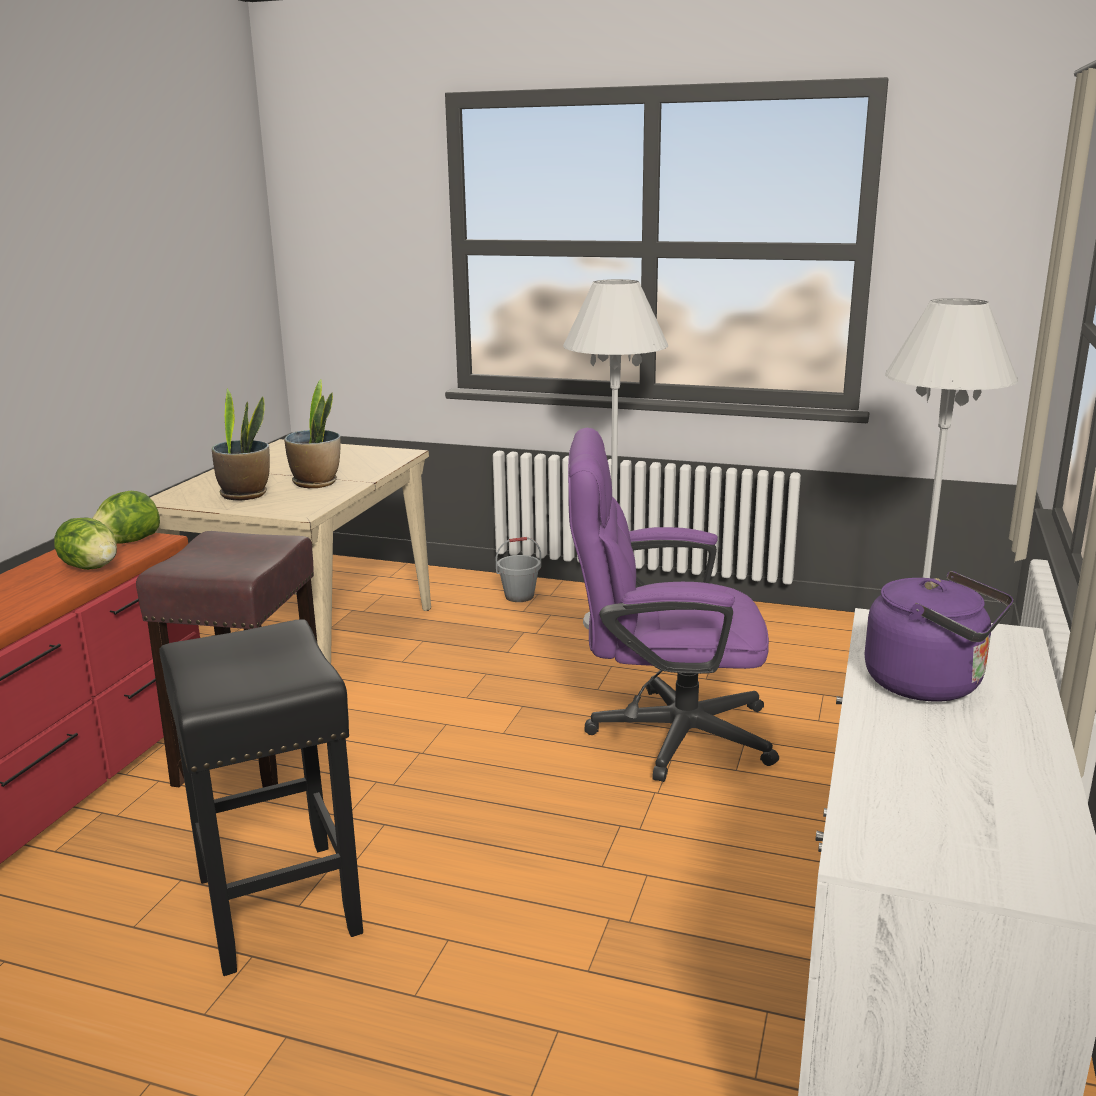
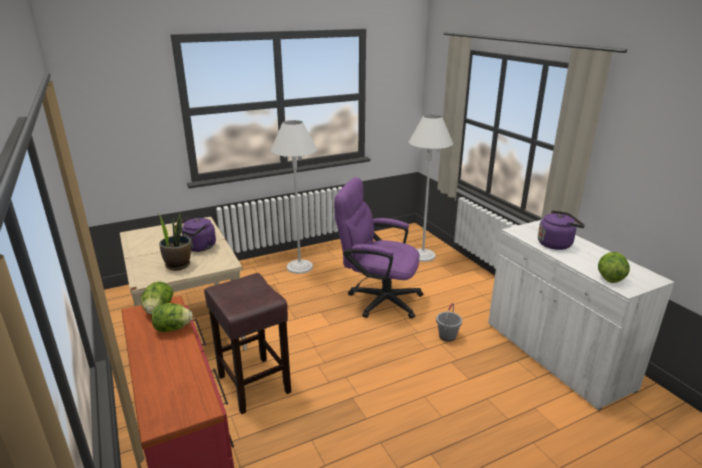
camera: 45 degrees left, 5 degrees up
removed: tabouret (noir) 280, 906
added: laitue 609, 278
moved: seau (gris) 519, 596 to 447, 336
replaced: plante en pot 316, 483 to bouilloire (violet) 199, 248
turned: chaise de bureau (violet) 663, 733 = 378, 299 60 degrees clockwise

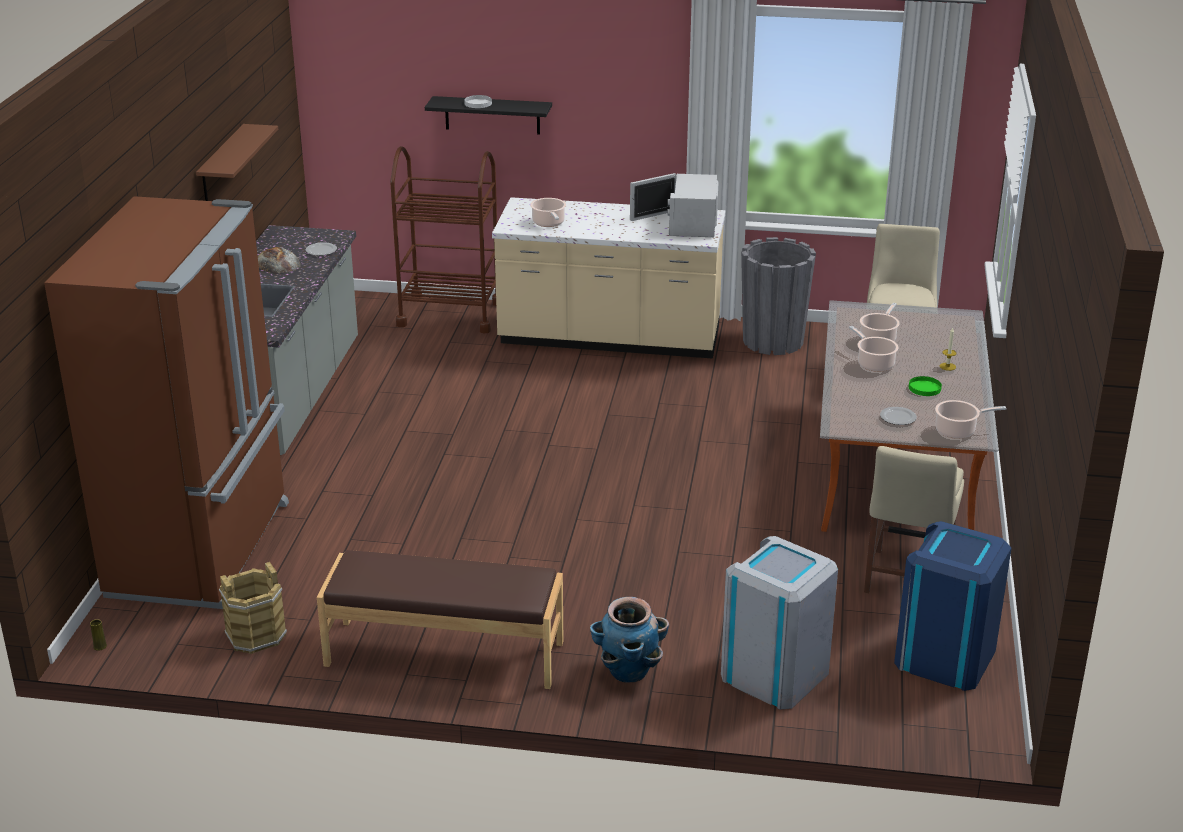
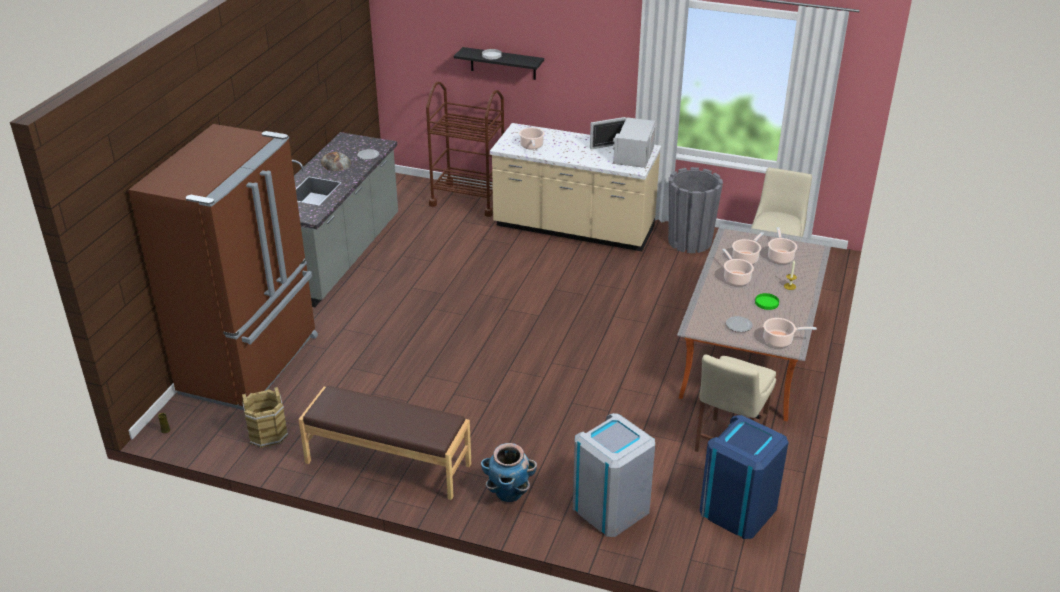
camera: 10 degrees right, 5 degrees up
removed: étagère (marron) 222, 164
added: marmite 780, 257

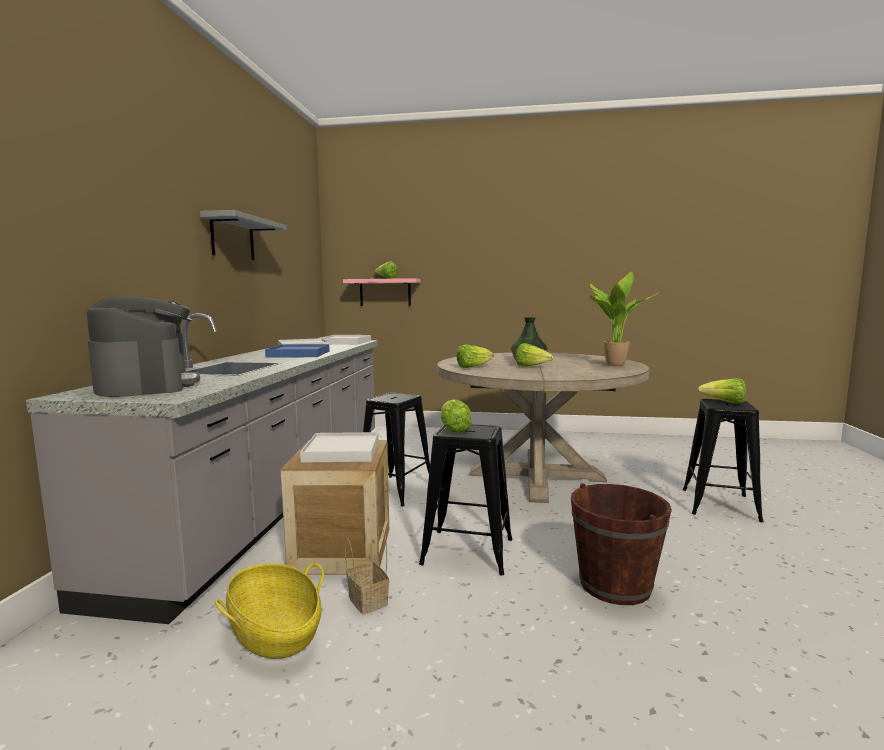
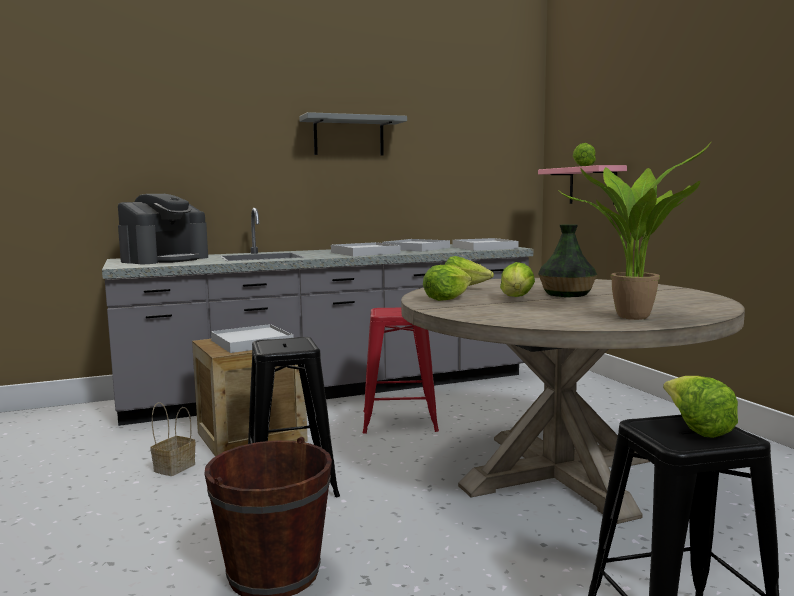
camera: 60 degrees right, 0 degrees up
removed: panier 275, 633
moved: laitue 454, 430 to 446, 299
recoloured: plateau (bleu) 298, 354 to plateau (blanc) 365, 253; tabouret (noir) 396, 490 to tabouret (rouge) 399, 421

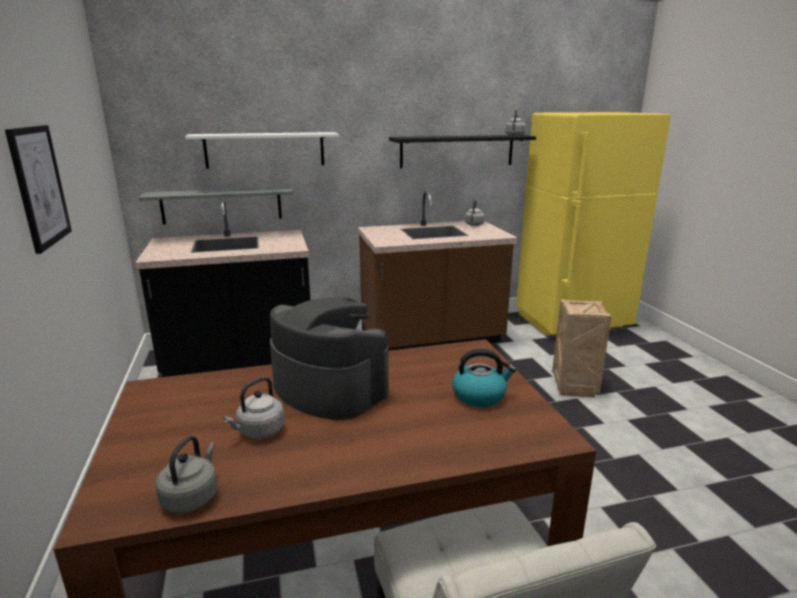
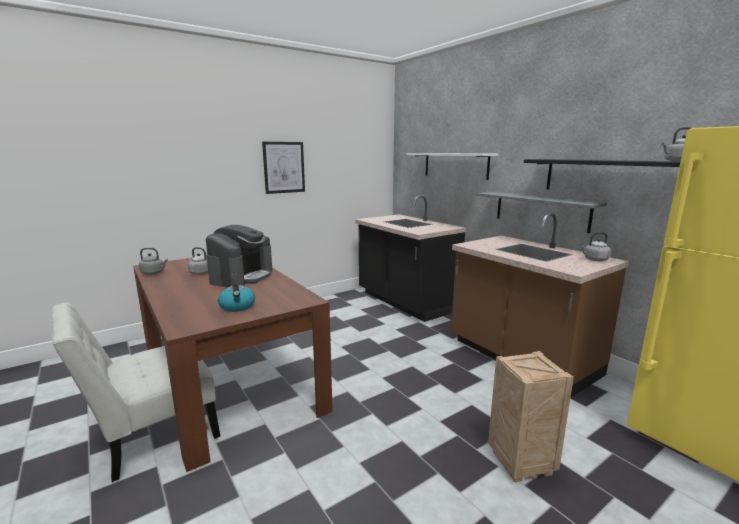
camera: 70 degrees right, 5 degrees down
moved: étagère (gris) 222, 205 to 540, 210

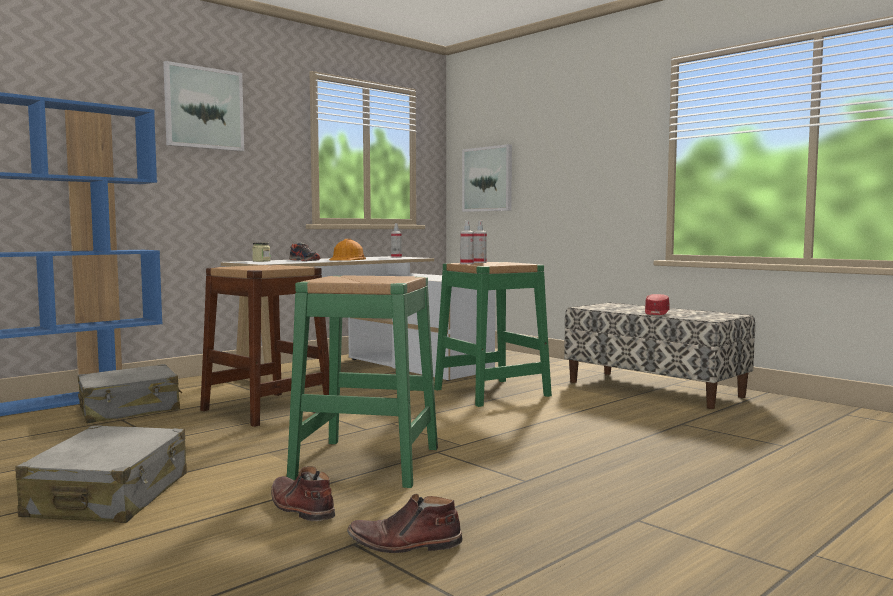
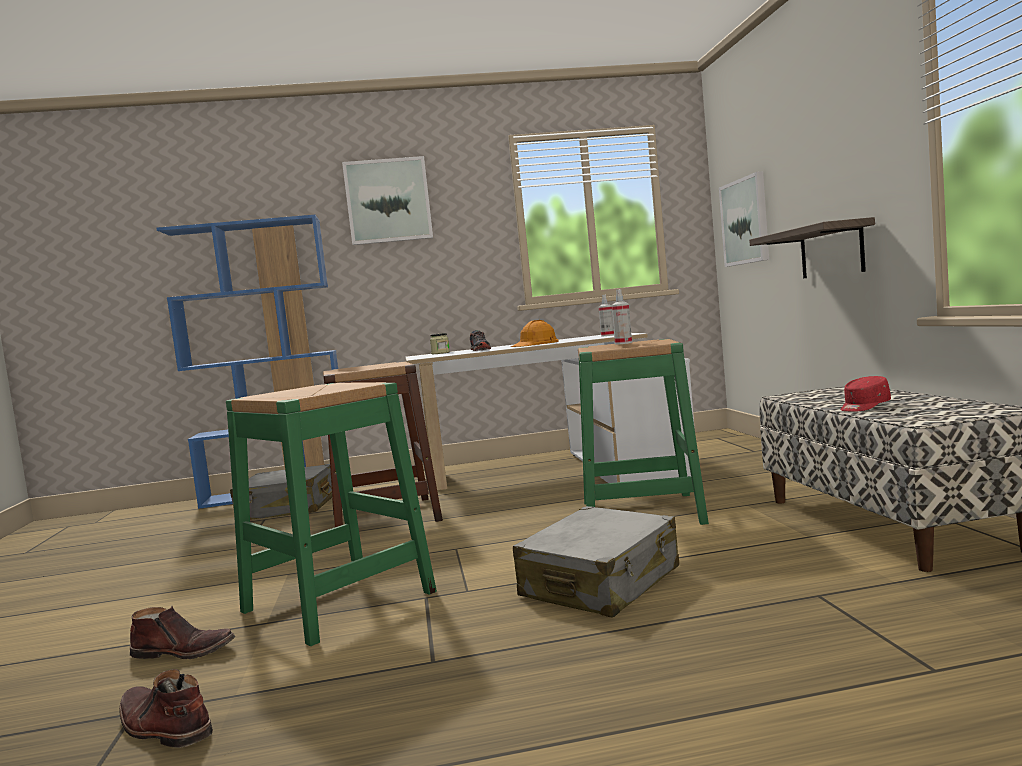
camera: 35 degrees right, 0 degrees up
removed: vaporisateur 467, 263
added: étagère 831, 251
moved: valise (gris) 109, 496 to 601, 583
turned: botte (marron) 300, 507 = 184, 651 105 degrees clockwise

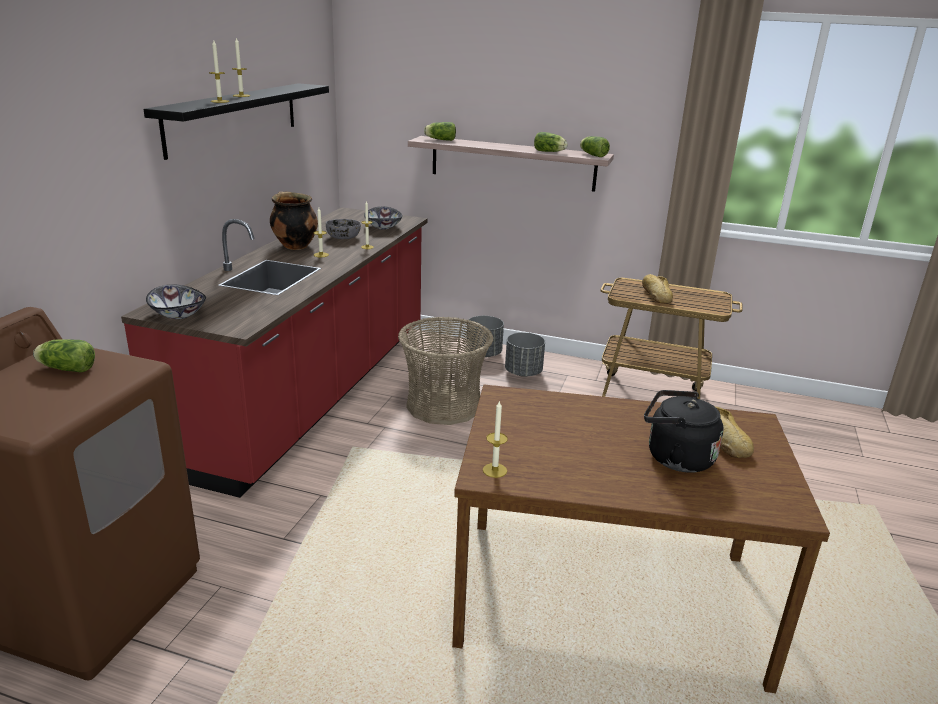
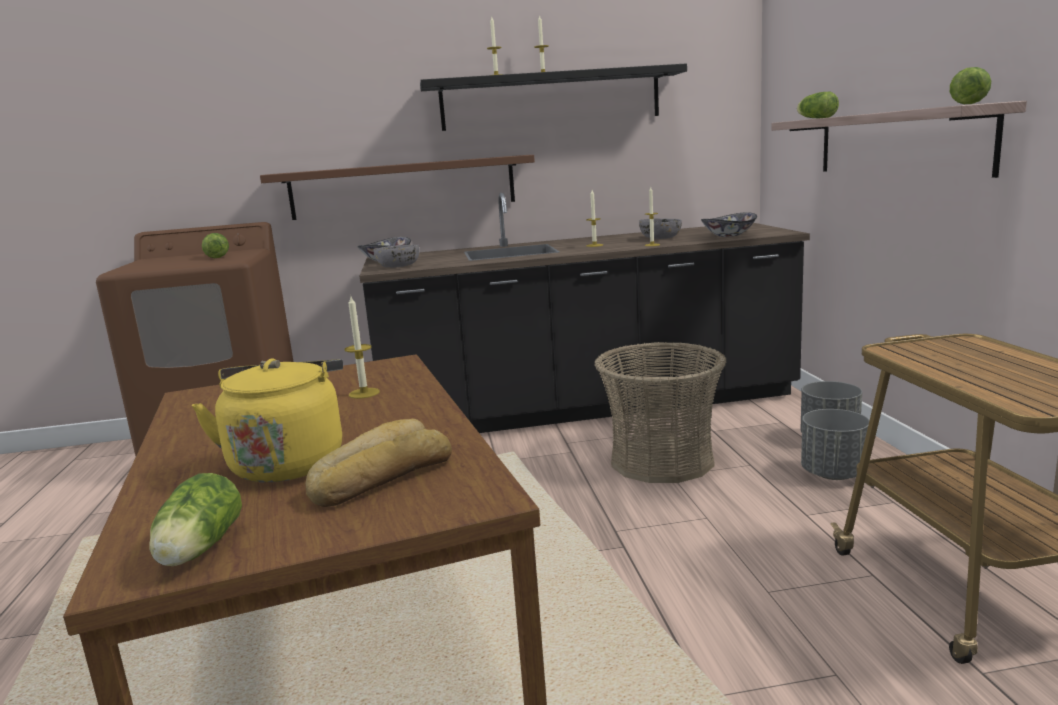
camera: 65 degrees right, 10 degrees down
removed: marmite 294, 246; pain 656, 294
added: étagère (marron) 403, 187; bol (gris) 398, 266
moved: bougie 494, 470 to 364, 393; laitue 550, 152 to 197, 551
recoloured: comptoir de cuisine (rouge) 313, 392 to comptoir de cuisine (noir) 587, 406; bouilloire (noir) 675, 458 to bouilloire (jaune) 288, 462

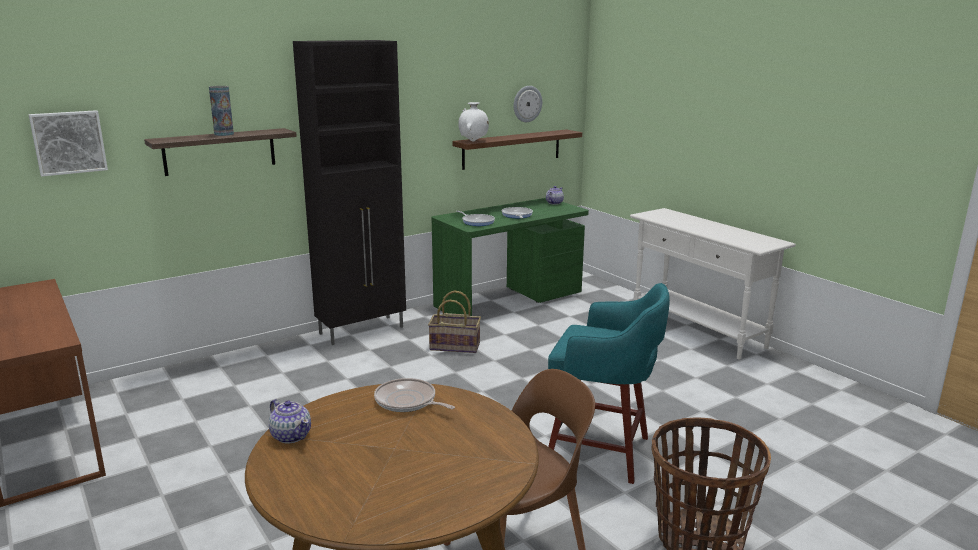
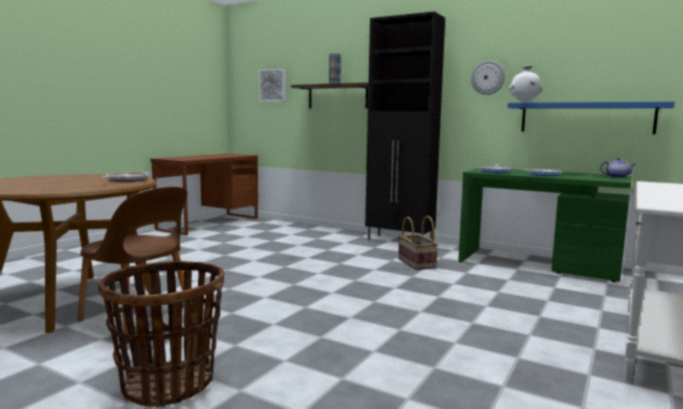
camera: 65 degrees right, 10 degrees down
removed: théière 291, 436; tabouret (turquoise) 601, 452
moved: horloge murale 527, 104 to 488, 77
recoloured: étagère (marron) 512, 149 to étagère (bleu) 585, 118

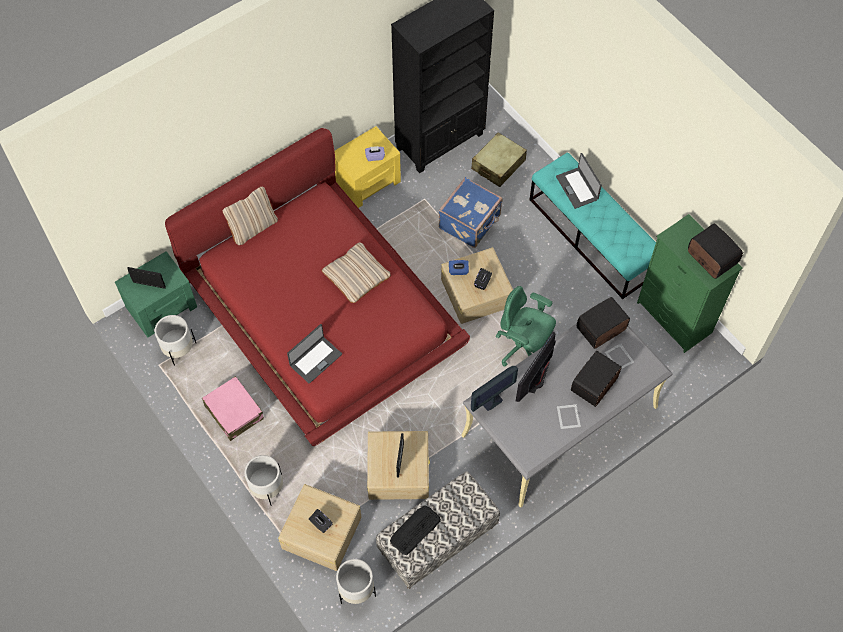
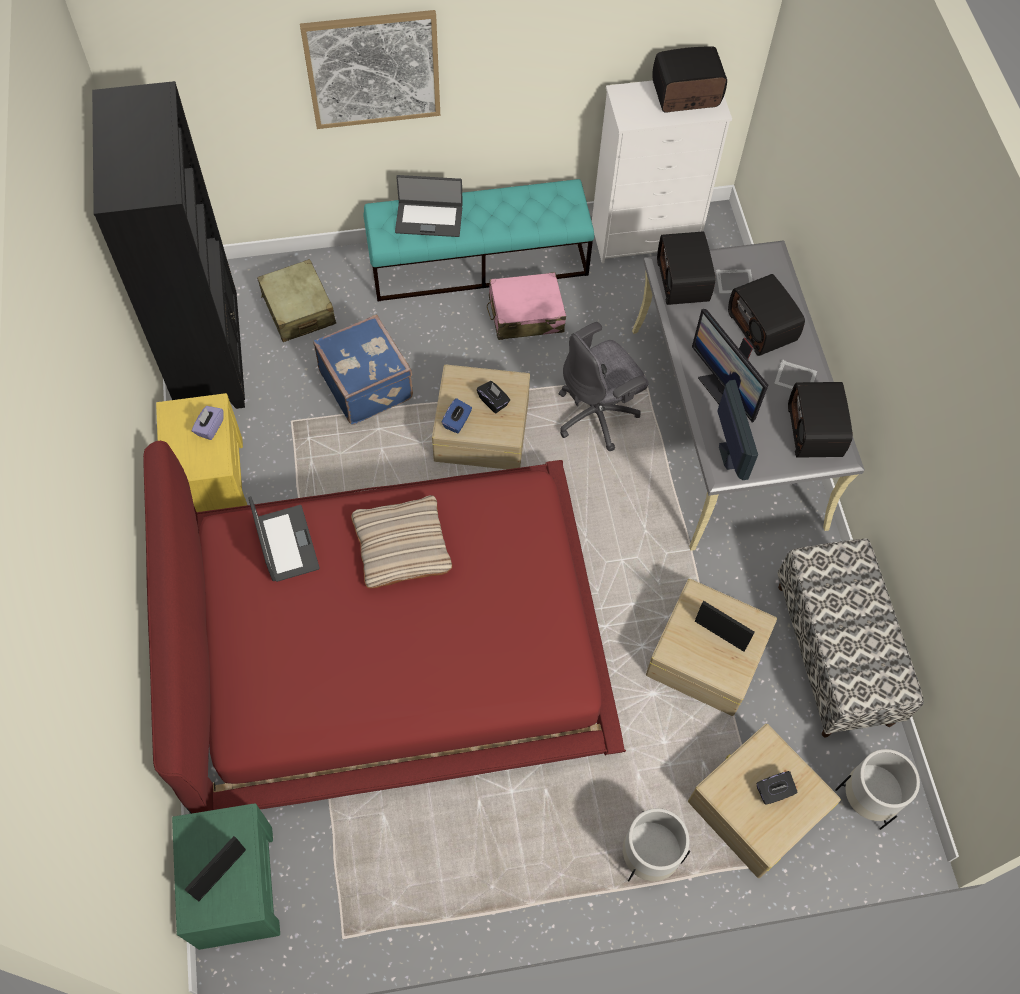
camera: 65 degrees left, 0 degrees up
removed: cache-pot (blanc) 178, 349; coussin (beige) 252, 227; clavier 415, 530
added: tableau 373, 69; radio 815, 431
moved: valise (rose) 234, 412 to 525, 314; ordinateur portable 315, 359 to 286, 544
recoloured: chaise de bureau (vert) 523, 348 to chaise de bureau (gris) 597, 415; commode (vert) 674, 318 to commode (blanc) 645, 237

